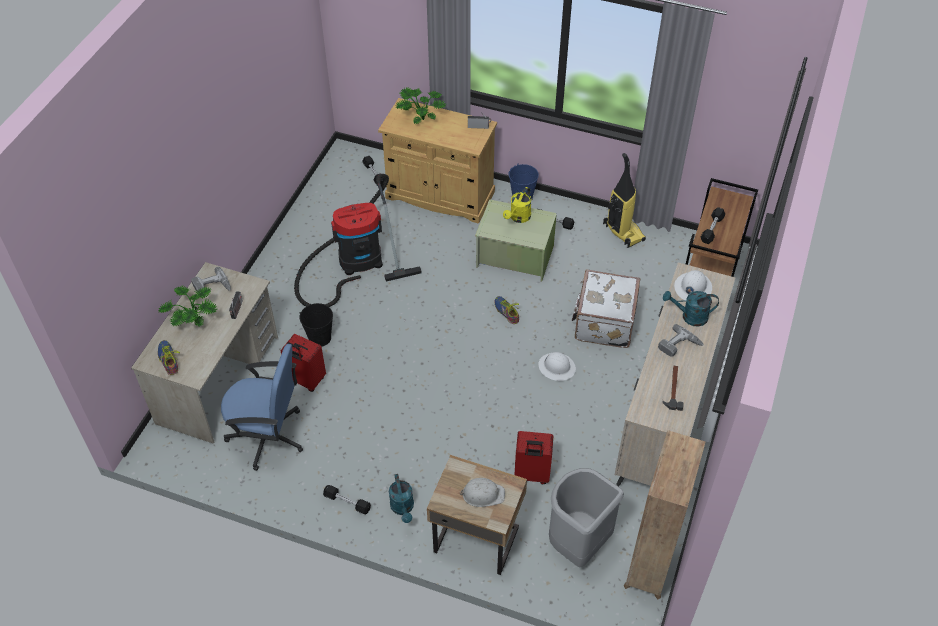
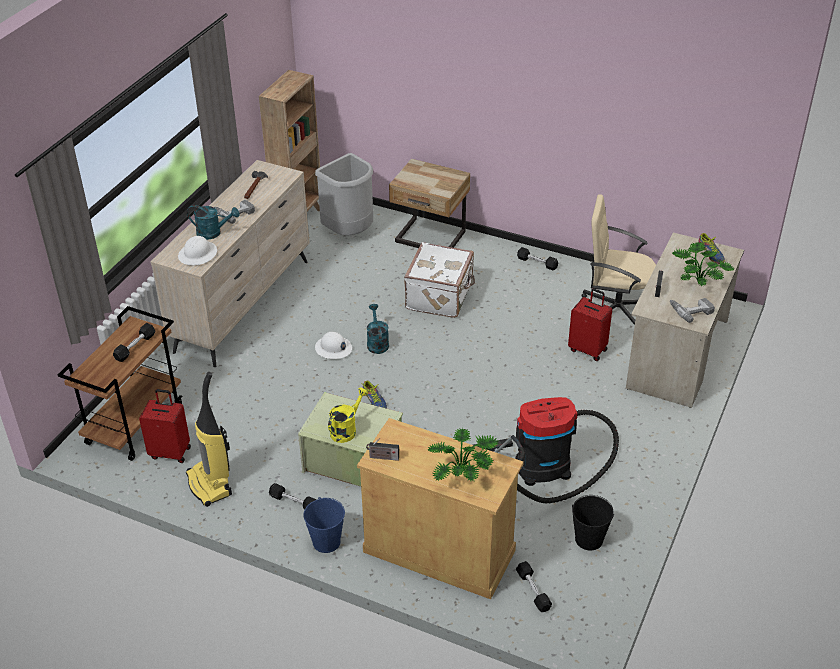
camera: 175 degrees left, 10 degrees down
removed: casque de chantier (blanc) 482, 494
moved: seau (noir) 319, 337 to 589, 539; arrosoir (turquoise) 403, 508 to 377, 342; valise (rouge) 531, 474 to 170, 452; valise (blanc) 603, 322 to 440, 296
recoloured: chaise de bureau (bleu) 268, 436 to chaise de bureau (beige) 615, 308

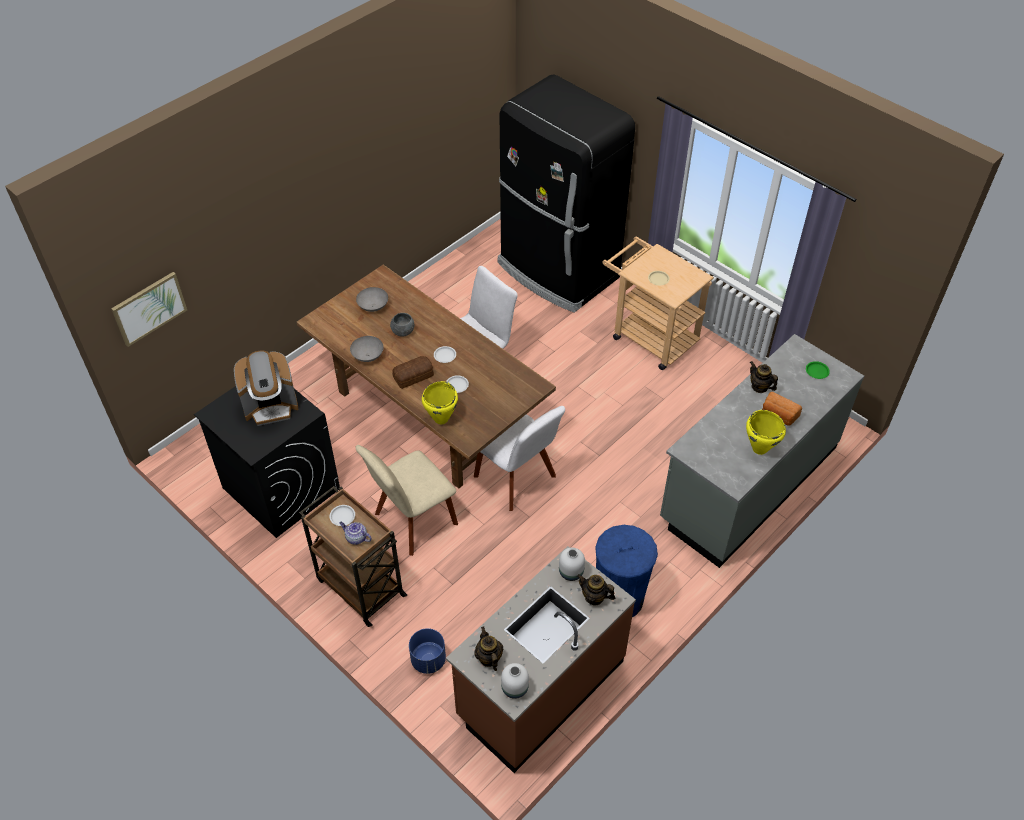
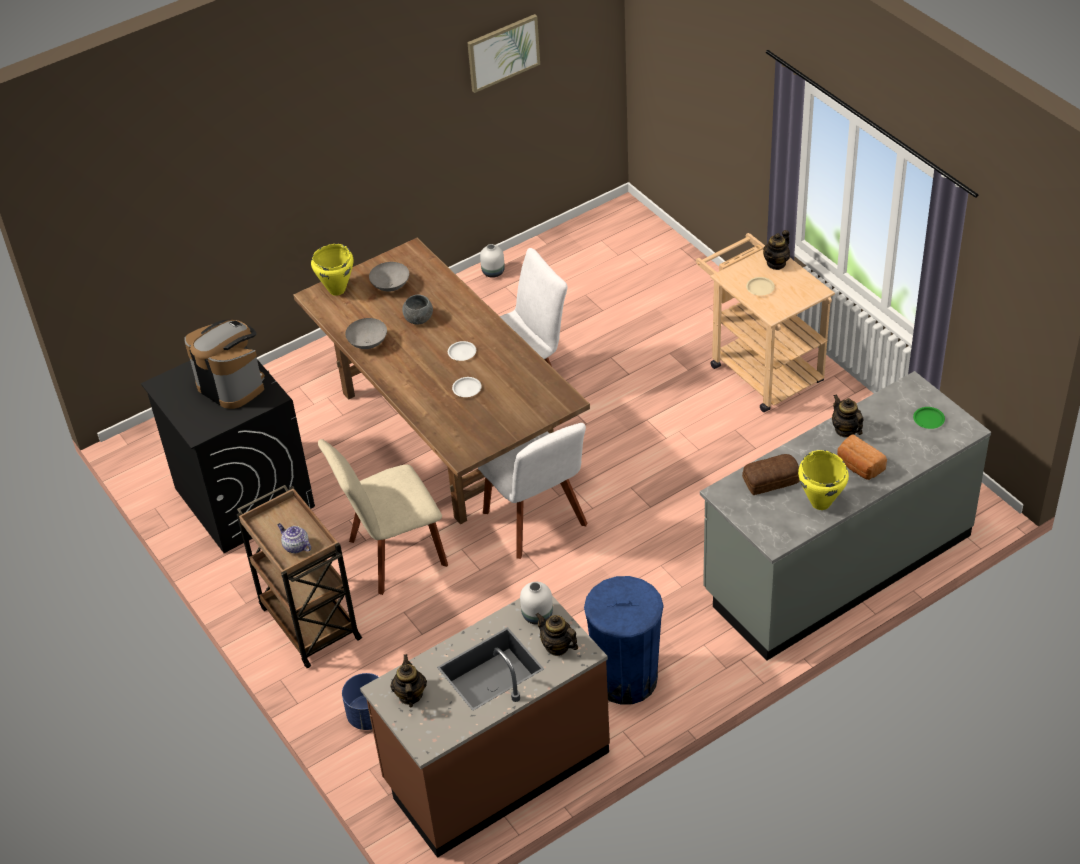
camera: 15 degrees right, 5 degrees down
removed: assiette (blanc) 342, 517; réfrigérateur (noir) 557, 272
added: théière 776, 263
moved: tableau 149, 308 to 503, 52; pain 414, 376 to 771, 480; marmite (jaune) 440, 419 to 336, 290; vase (blanc) 515, 689 to 493, 272
turned: machine à café 271, 406 = 231, 384 135 degrees counterclockwise

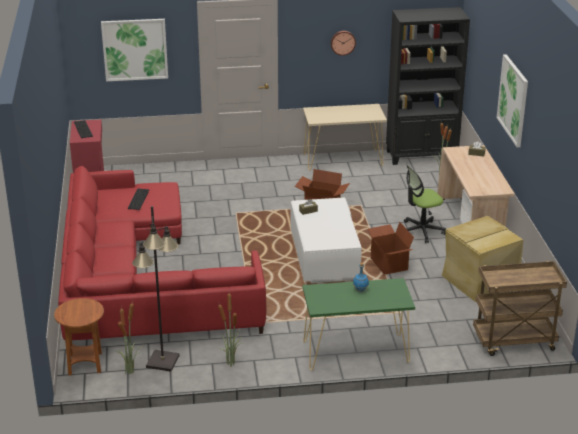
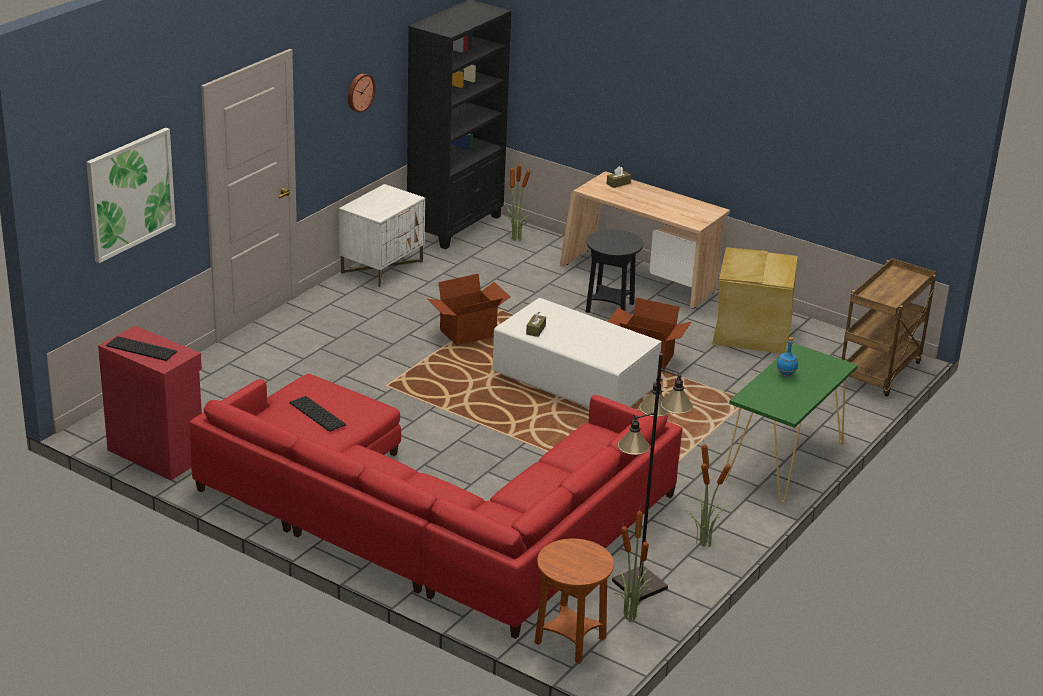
camera: 50 degrees left, 0 degrees up
removed: tableau 513, 100
replaced: table console (beige) 343, 160 to table de chevet (blanc) 382, 267; chaise de bureau 421, 231 to table d'appoint (noir) 609, 308

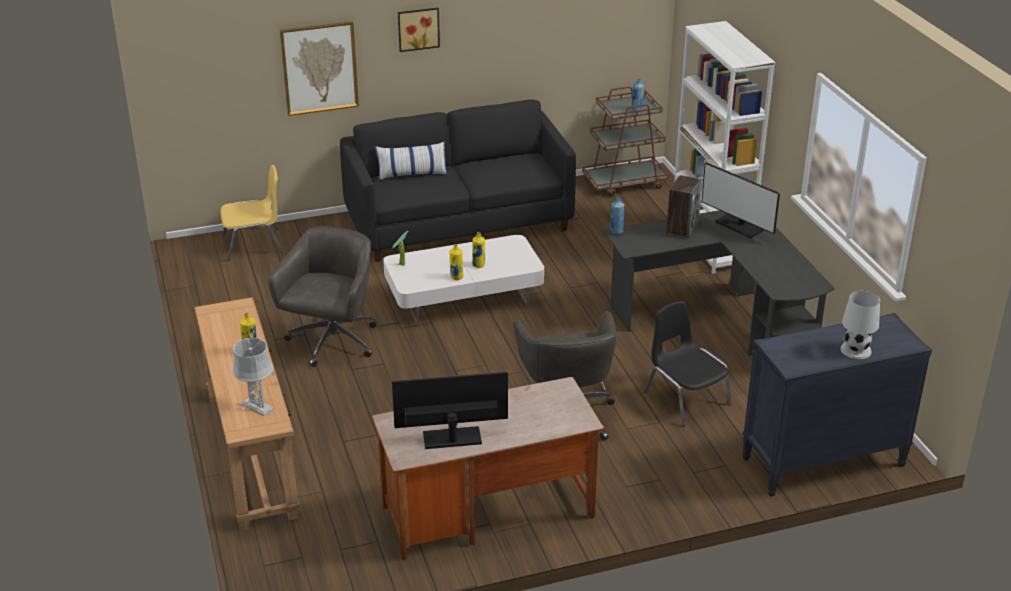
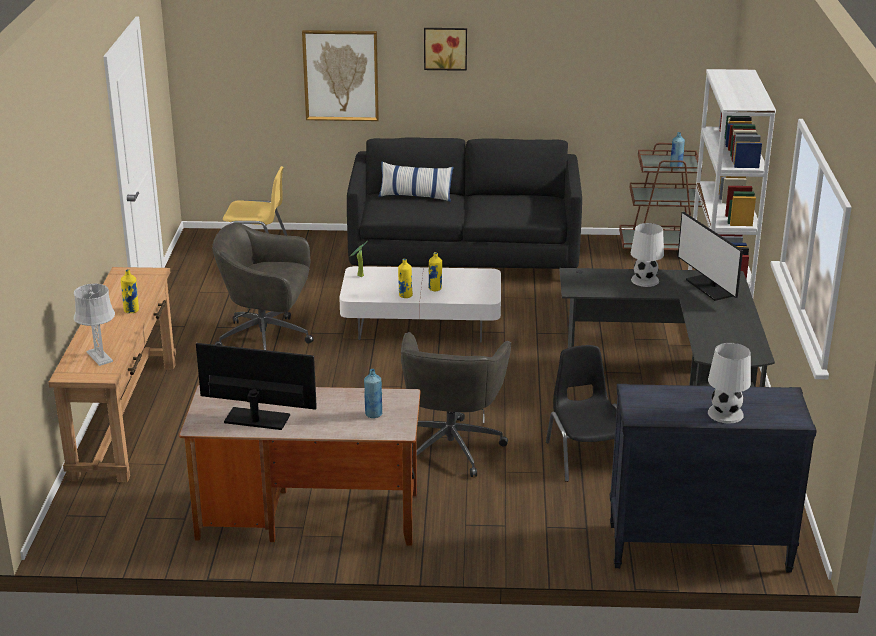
camera: 20 degrees right, 5 degrees down
moved: bouteille (bleu) 616, 231 to 373, 414
replaced: enceinte 682, 228 to lampe de table (blanc) 645, 280
turned: chaise de bureau (gris) 332, 342 = 267, 339 120 degrees counterclockwise

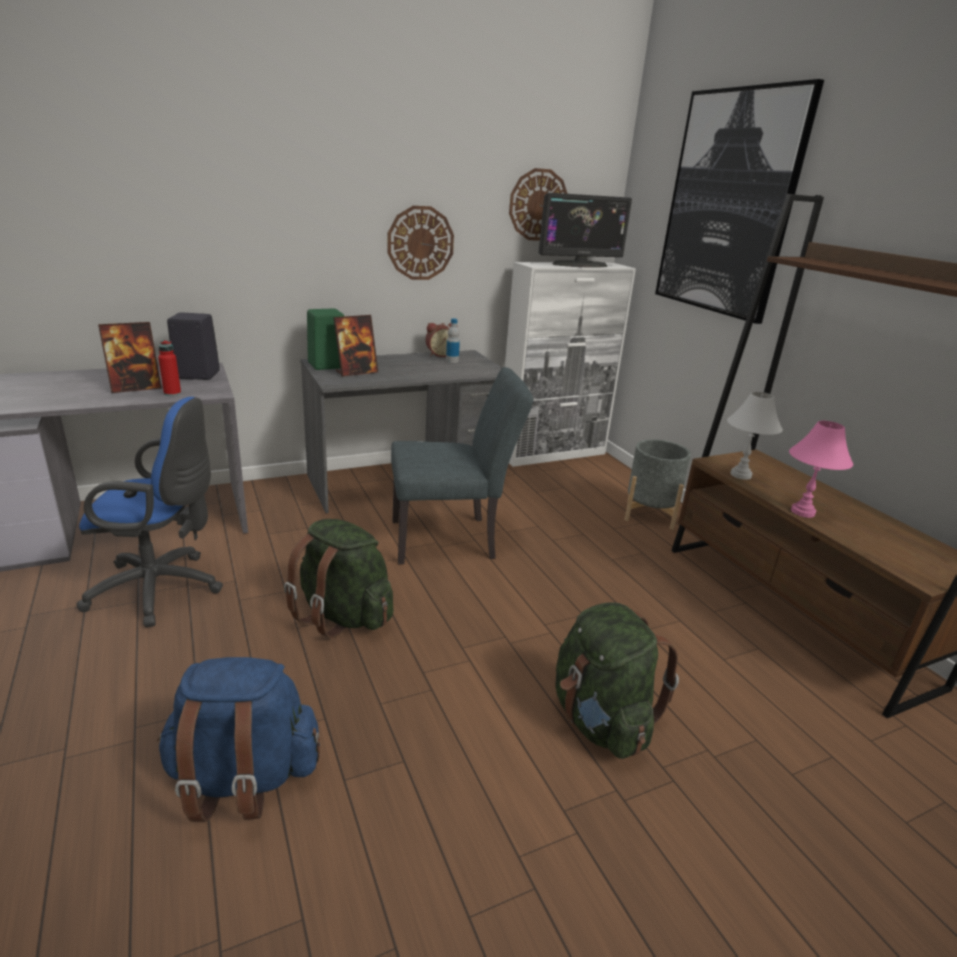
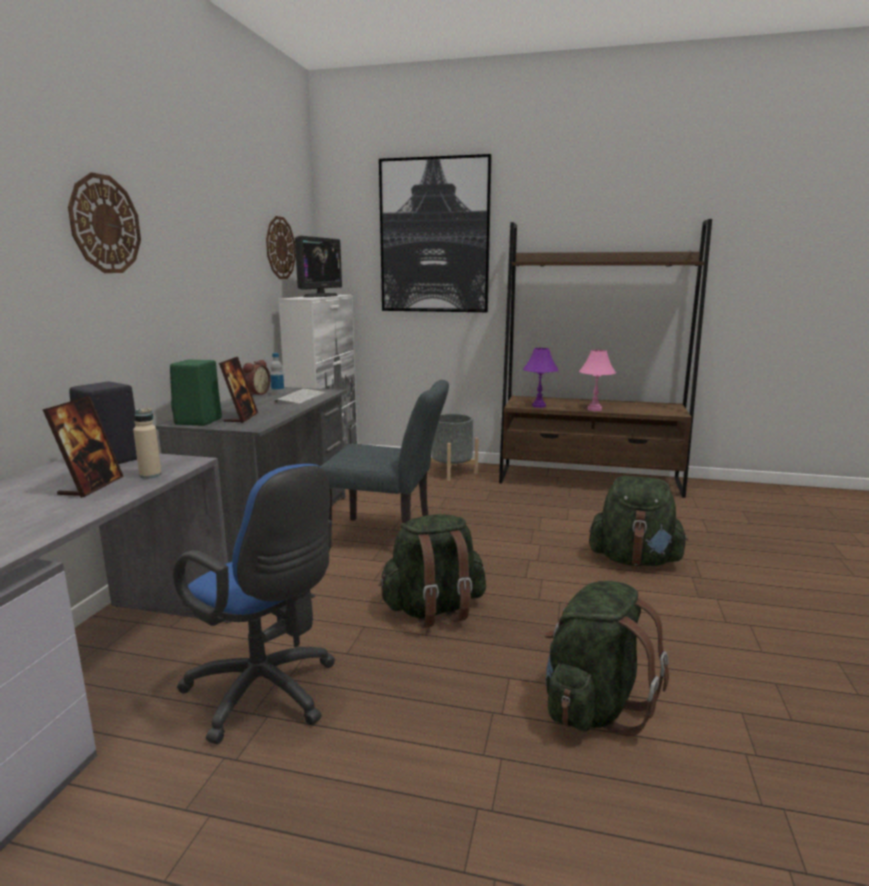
camera: 50 degrees left, 10 degrees down
added: clavier 300, 397
moved: horloge murale 420, 243 to 105, 224
recoloured: sac à dos (bleu) 243, 777 to sac à dos (vert) 593, 706; bouteille (rouge) 172, 393 to bouteille (beige) 150, 475; lampe de table (blanc) 740, 475 to lampe de table (violet) 539, 406
turned: chaise de bureau (bleu) 162, 589 = 267, 695 90 degrees clockwise; chaise (gris) 452, 539 = 388, 537 75 degrees clockwise

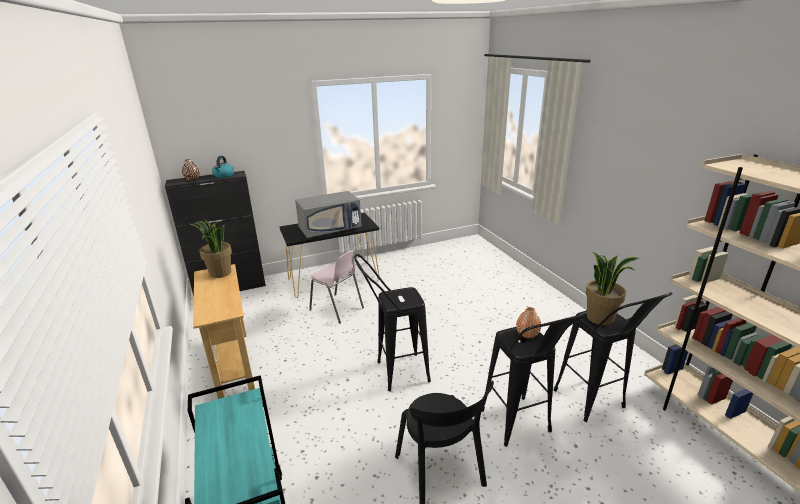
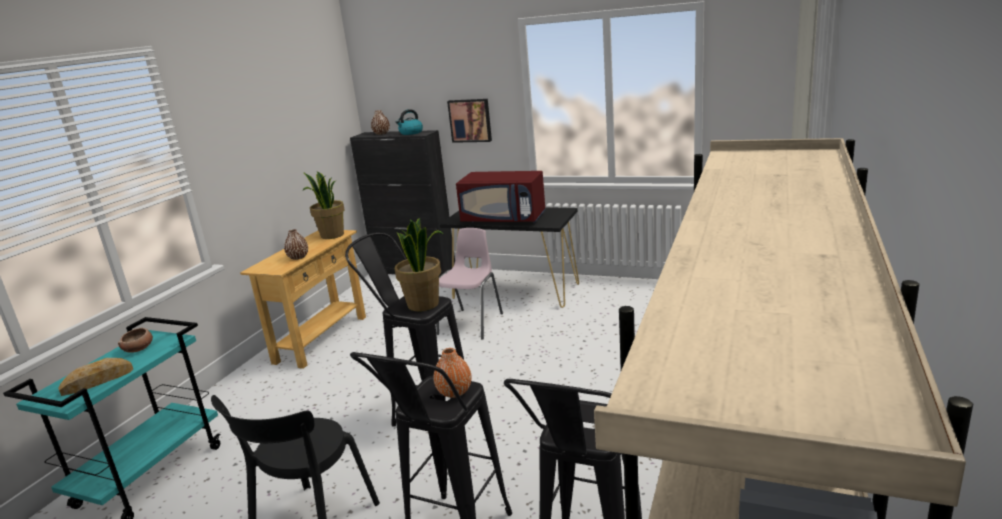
camera: 45 degrees right, 5 degrees down
added: pain 97, 381; bol 139, 349; vase (marron) 298, 257; tableau 470, 120
moved: plante en pot 600, 318 to 424, 304
recoloured: micro-ondes (gris) 330, 229 to micro-ondes (rouge) 504, 219
turned: chaise (rose) 337, 309 = 472, 323 150 degrees counterclockwise

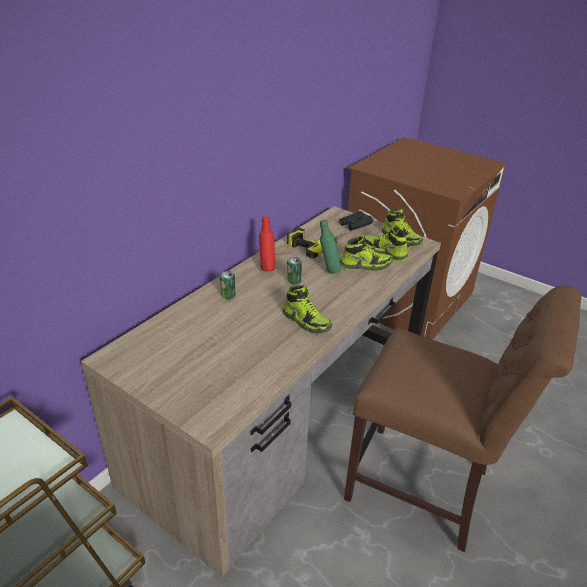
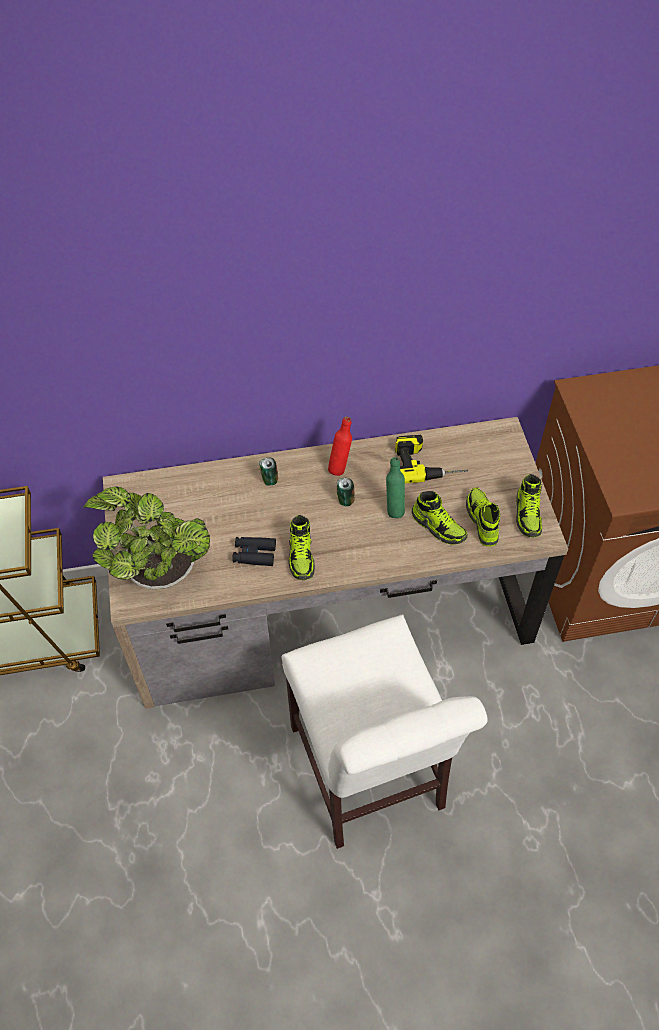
camera: 45 degrees right, 20 degrees up
added: plante en pot 157, 570
moved: jumelles (noir) 355, 224 to 254, 554
recoloured: chaise (marron) 425, 489 to chaise (blanc) 369, 776

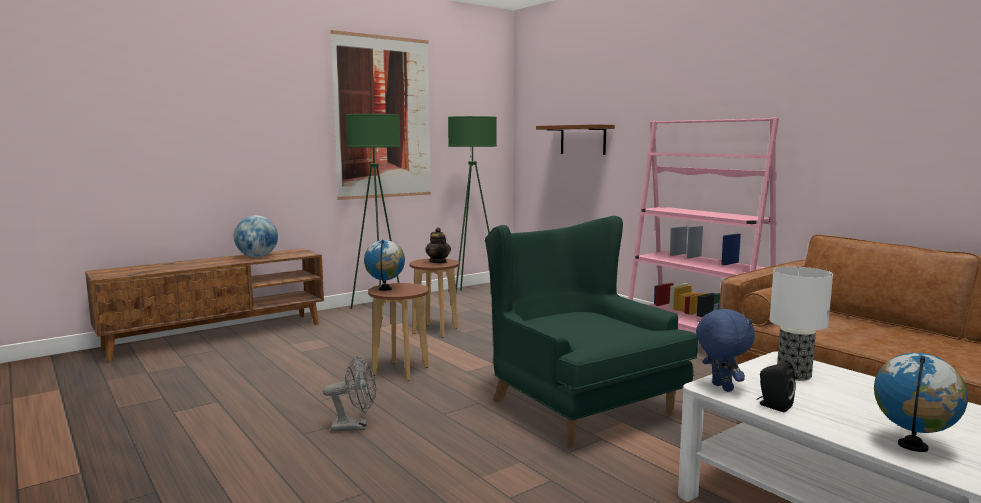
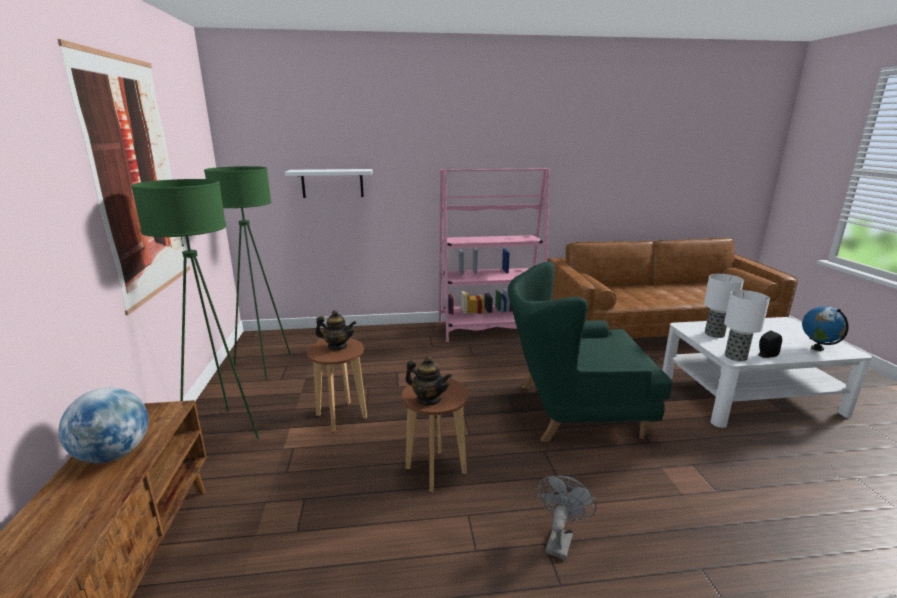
camera: 60 degrees left, 10 degrees up
replaced: globe 385, 289 to théière 428, 400; peluche (bleu) 720, 387 to lampe de table 735, 357
recoloured: étagère (marron) 583, 140 to étagère (blanc) 332, 183

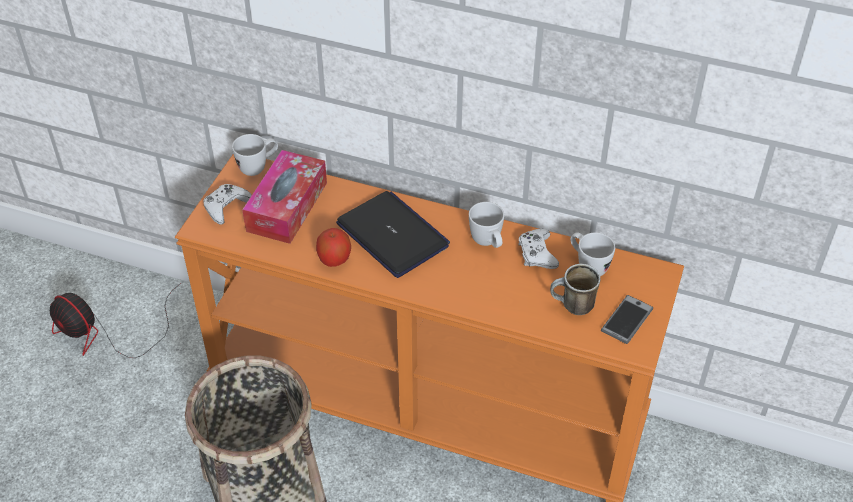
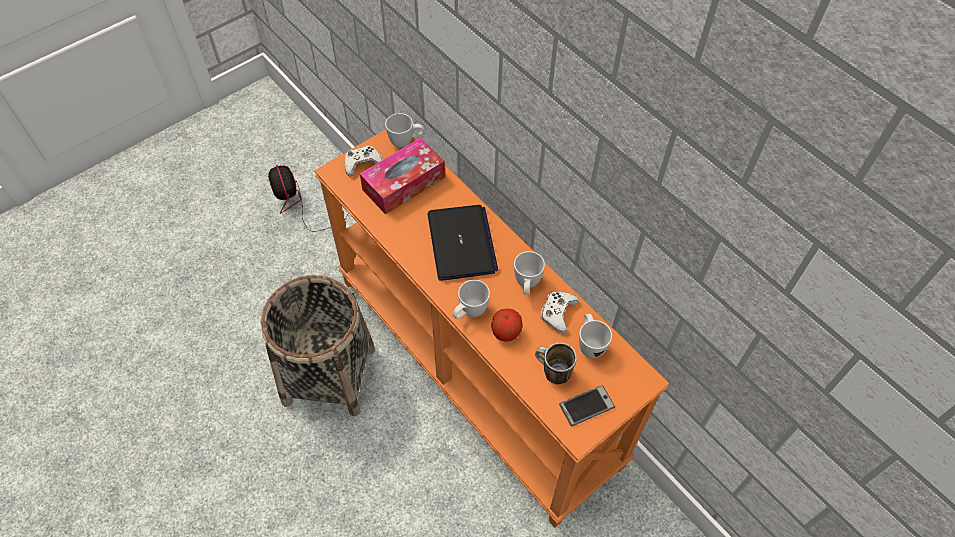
camera: 30 degrees right, 10 degrees up
added: mug (blanc) 469, 312
moved: pomme 334, 259 to 506, 332

